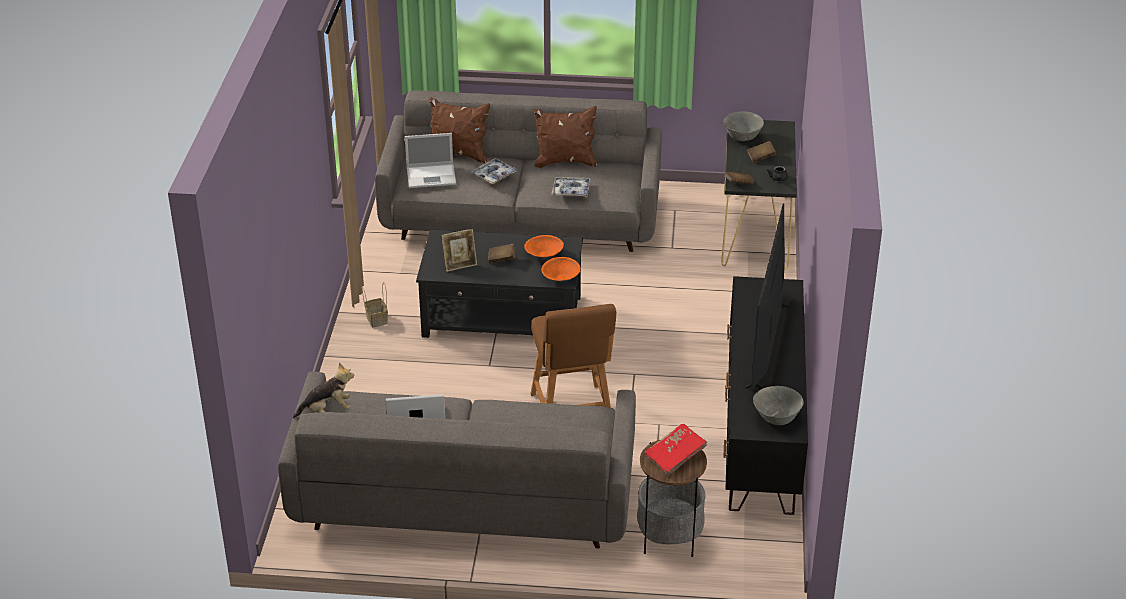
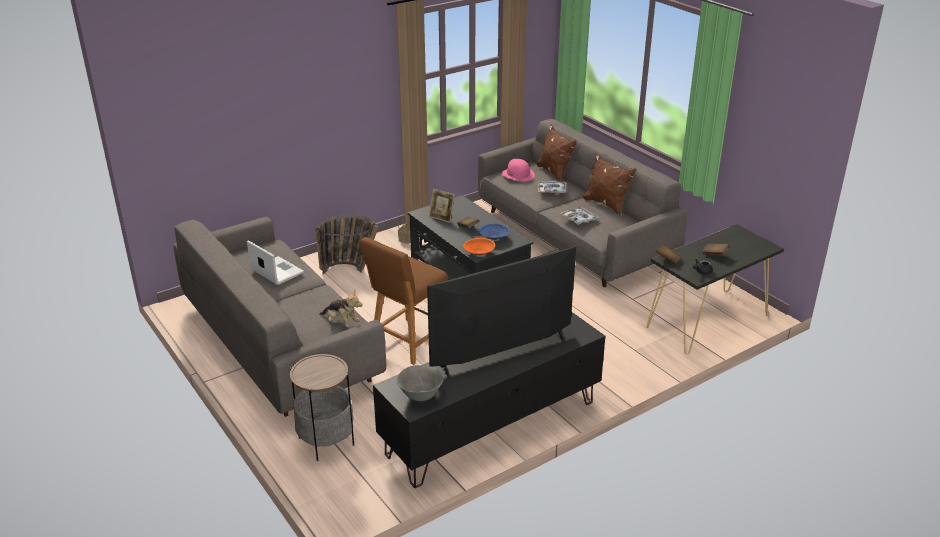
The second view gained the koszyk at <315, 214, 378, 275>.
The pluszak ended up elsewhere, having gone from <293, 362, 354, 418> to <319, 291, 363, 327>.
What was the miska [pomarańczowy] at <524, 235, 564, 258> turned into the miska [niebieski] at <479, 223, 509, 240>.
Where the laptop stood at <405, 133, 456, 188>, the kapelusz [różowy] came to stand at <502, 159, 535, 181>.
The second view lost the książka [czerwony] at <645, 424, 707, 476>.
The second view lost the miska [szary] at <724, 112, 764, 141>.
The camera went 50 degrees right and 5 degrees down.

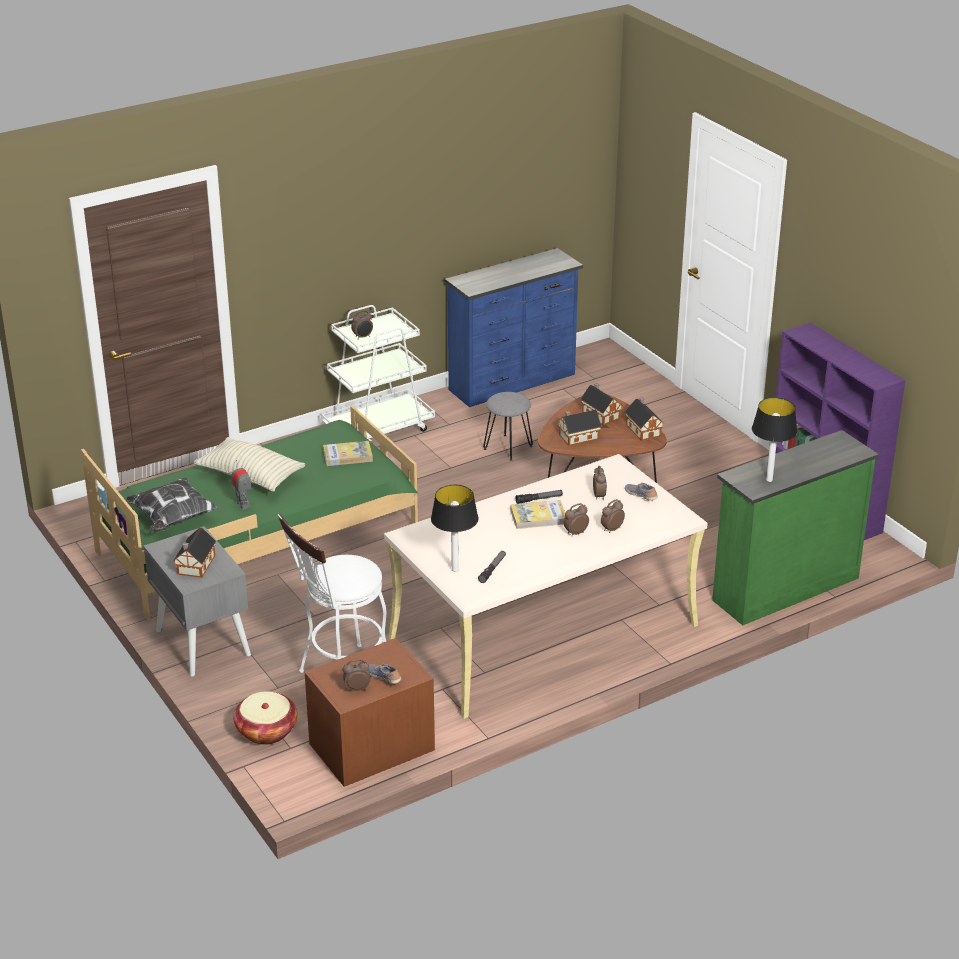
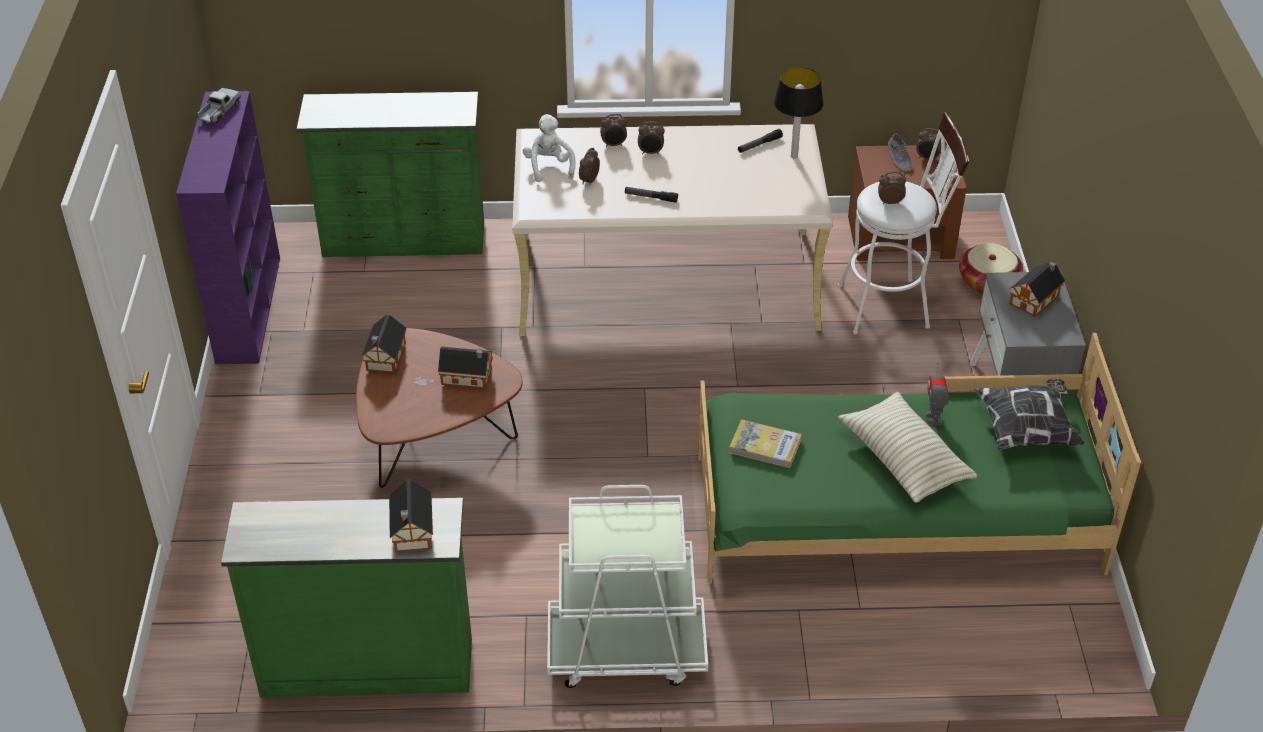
The second view gained the ciężarówka zabawkowa at <197, 88, 240, 123>.
What was the komoda [niebieski] at <445, 248, 583, 407> turned into the komoda [zielony] at <221, 498, 472, 697>.
The domek ended up elsewhere, having gone from <580, 383, 623, 426> to <389, 480, 433, 553>.
Where the but stood at <625, 483, 658, 501>, the pluszak [biały] came to stand at <523, 114, 576, 182>.
The budzik ended up elsewhere, having gone from <351, 310, 373, 339> to <878, 171, 906, 204>.
The second view lost the stołek [szary] at <483, 392, 533, 461>.
The second view lost the książka at <510, 500, 565, 529>.
The second view lost the lampa stołowa at <752, 398, 797, 482>.
The camera went 150 degrees left and 10 degrees up.

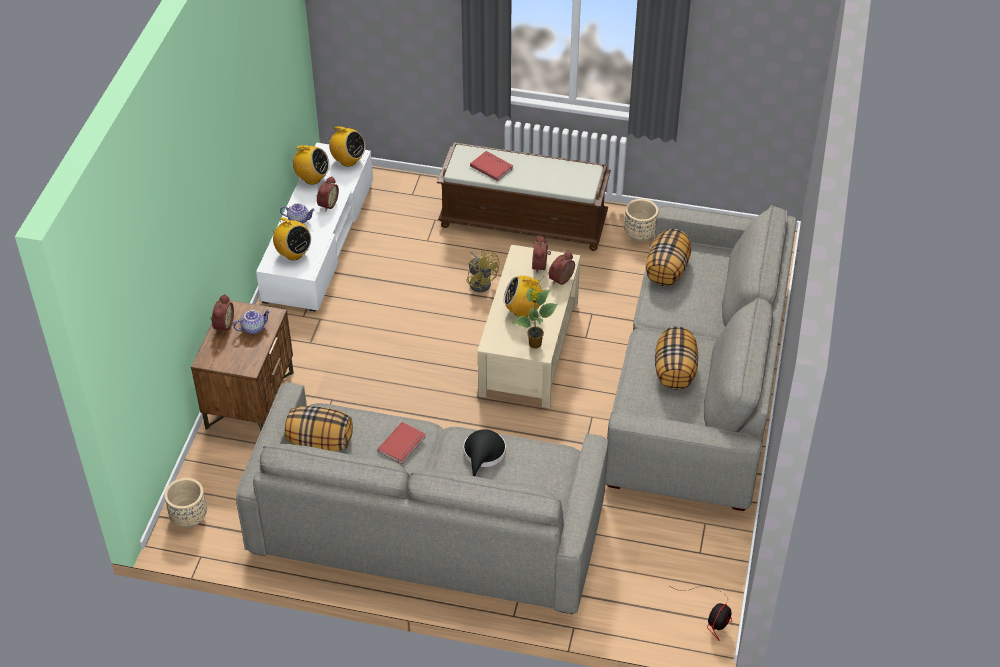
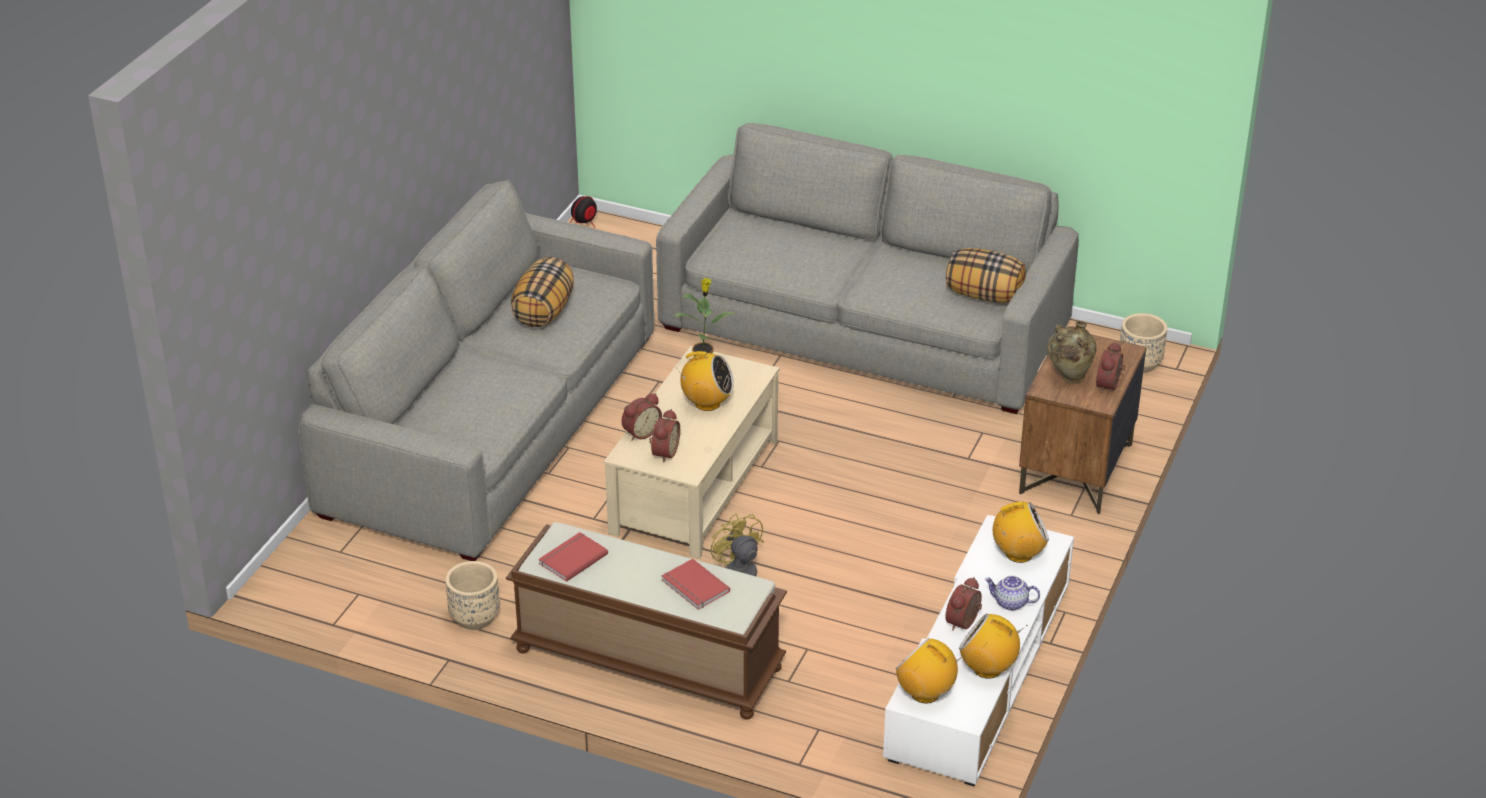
The książka [czerwony] ended up elsewhere, having gone from <377, 422, 426, 464> to <538, 532, 608, 582>.
The radio at <272, 218, 311, 260> ended up facing another way, 120 degrees clockwise from before.
Where the imbryk stood at <234, 310, 271, 334>, the wazon [beżowy] came to stand at <1047, 321, 1097, 384>.
The second view lost the kapelusz [czarny] at <464, 429, 506, 476>.
The second view lost the poduszka at <646, 229, 691, 286>.
The camera went 170 degrees left and 10 degrees down.

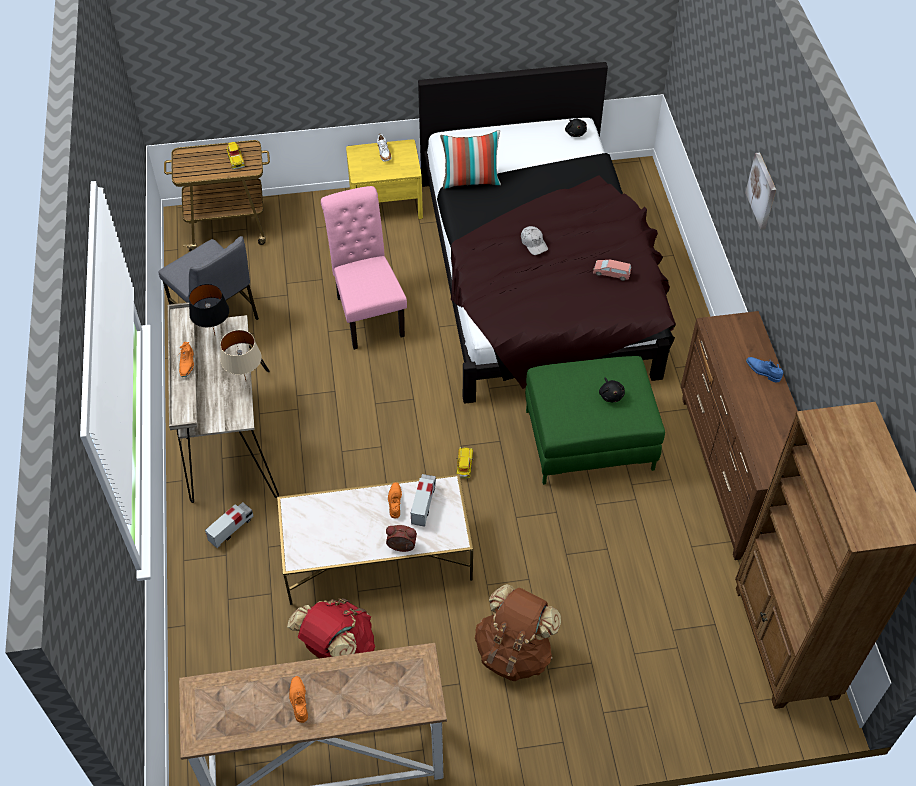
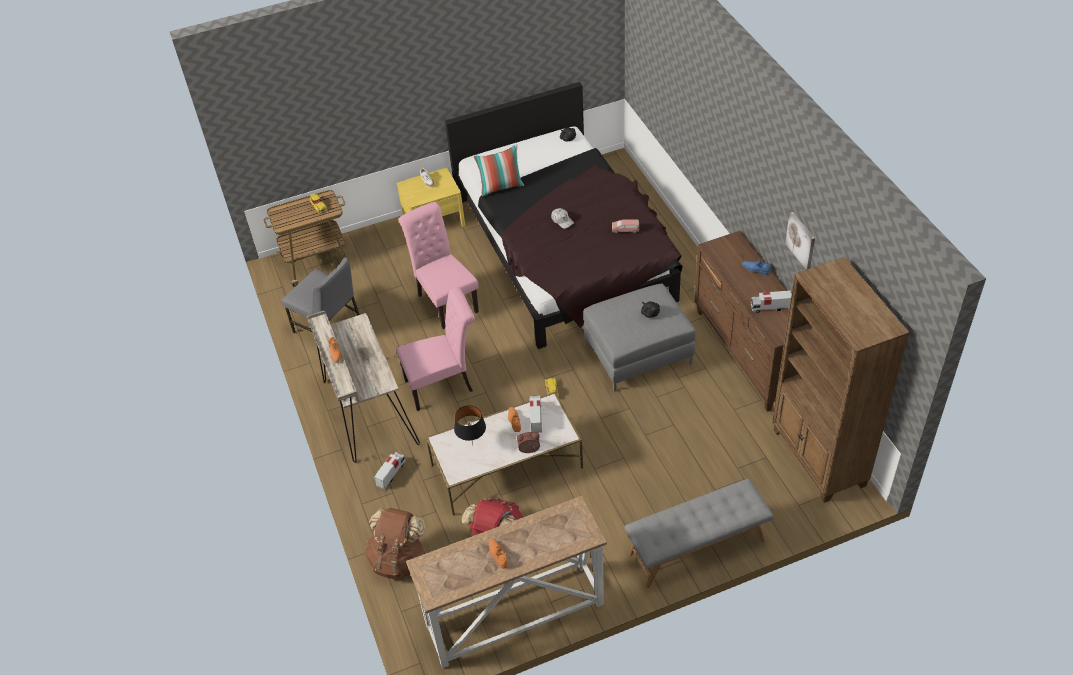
The plecak [brązowy] ended up elsewhere, having gone from <475, 584, 561, 681> to <365, 508, 425, 580>.
The second view gained the krzesło [różowy] at <396, 287, 475, 411>.
The lampa stołowa [czarny] ended up elsewhere, having gone from <189, 284, 229, 334> to <454, 405, 486, 445>.
What was the pufa [zielony] at <525, 356, 665, 485> turned into the pufa [szary] at <583, 284, 696, 392>.
The second view gained the ławka [szary] at <625, 479, 774, 588>.
The second view gained the ciężarówka zabawkowa at <750, 290, 792, 313>.
The obraz ended up elsewhere, having gone from <745, 152, 776, 230> to <785, 212, 815, 270>.
The second view lost the lampa stołowa [beżowy] at <220, 330, 262, 380>.
The camera went 10 degrees left and 5 degrees down.

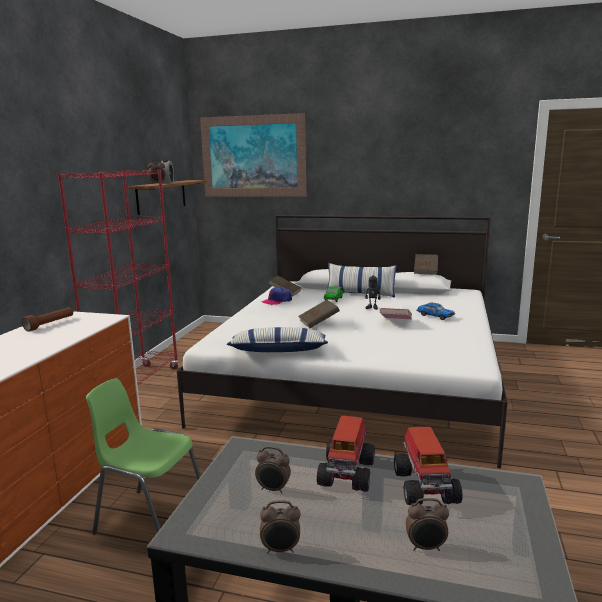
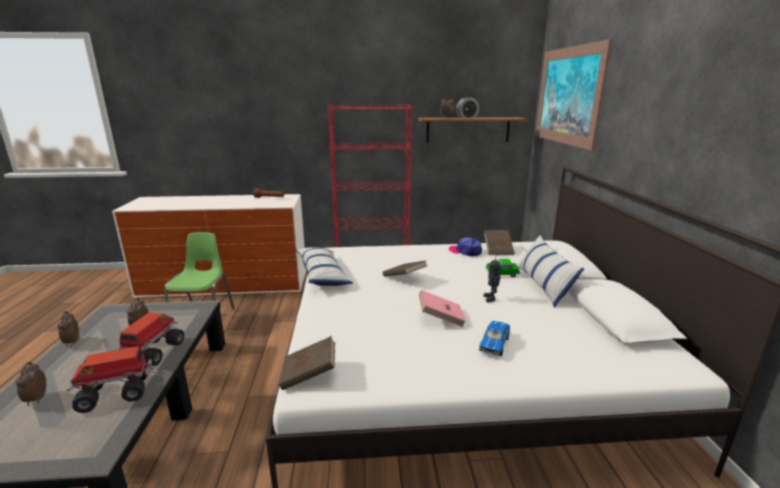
The ciężarówka zabawkowa at <317, 416, 375, 492> ended up facing another way, 105 degrees clockwise from before.
The książka [brązowy] ended up elsewhere, having gone from <414, 254, 438, 275> to <279, 336, 335, 390>.
The camera went 70 degrees right and 5 degrees up.

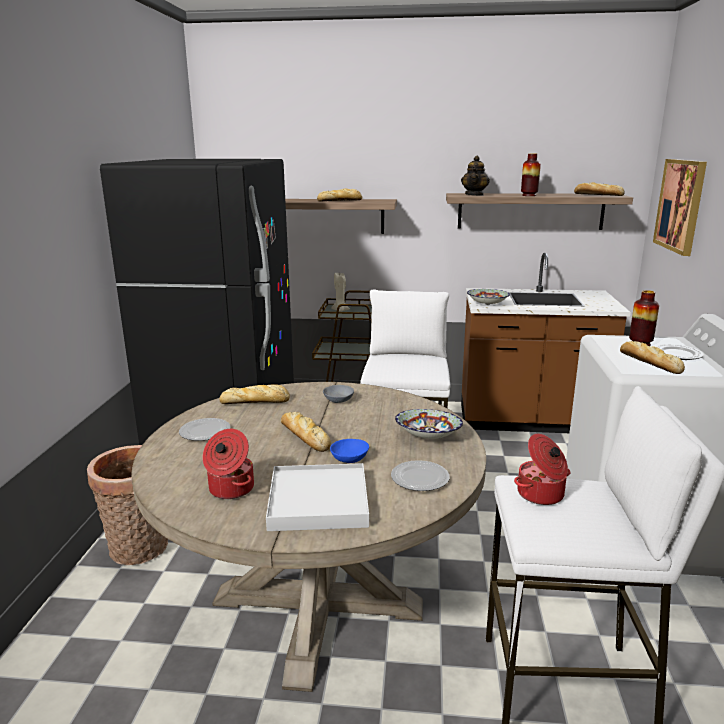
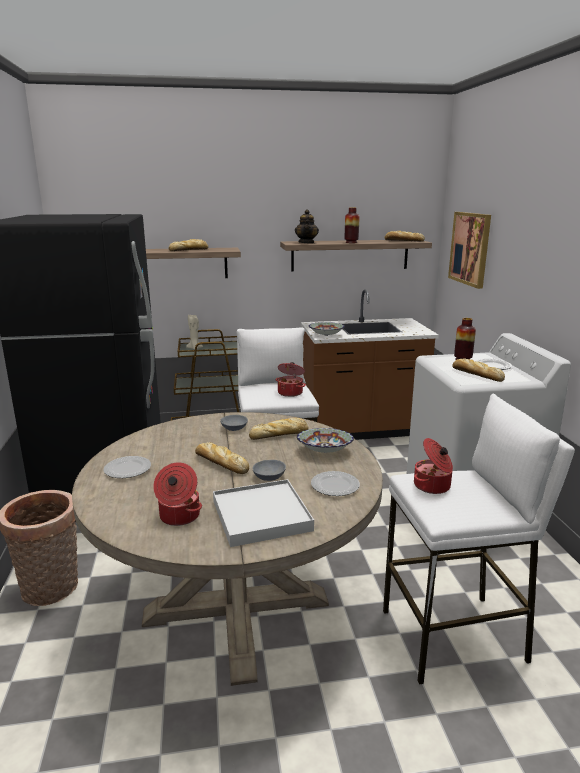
The chleb ended up elsewhere, having gone from <219, 385, 290, 404> to <249, 417, 309, 440>.
What was the miska [niebieski] at <330, 439, 369, 463> turned into the miska [szary] at <252, 460, 286, 481>.
The second view gained the garnek at <276, 362, 306, 397>.
The camera went 15 degrees left and 0 degrees up.

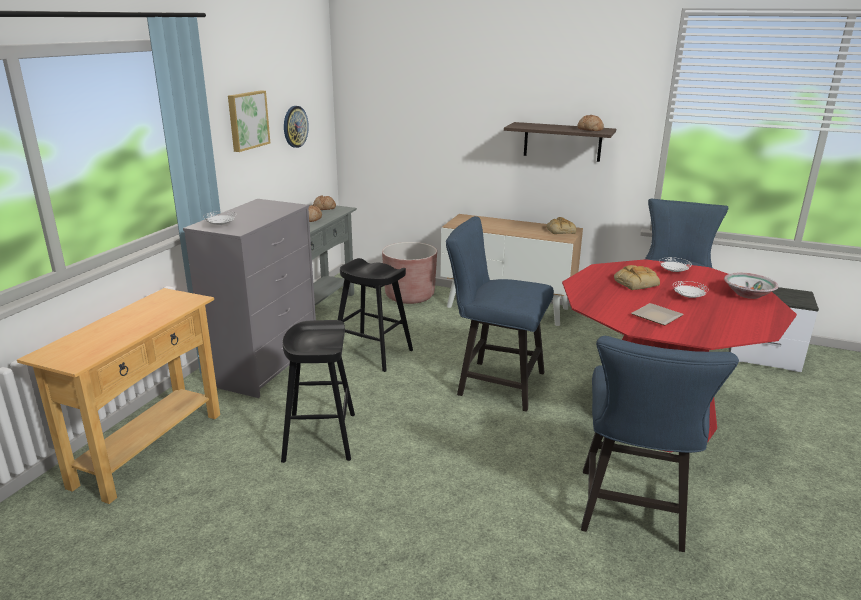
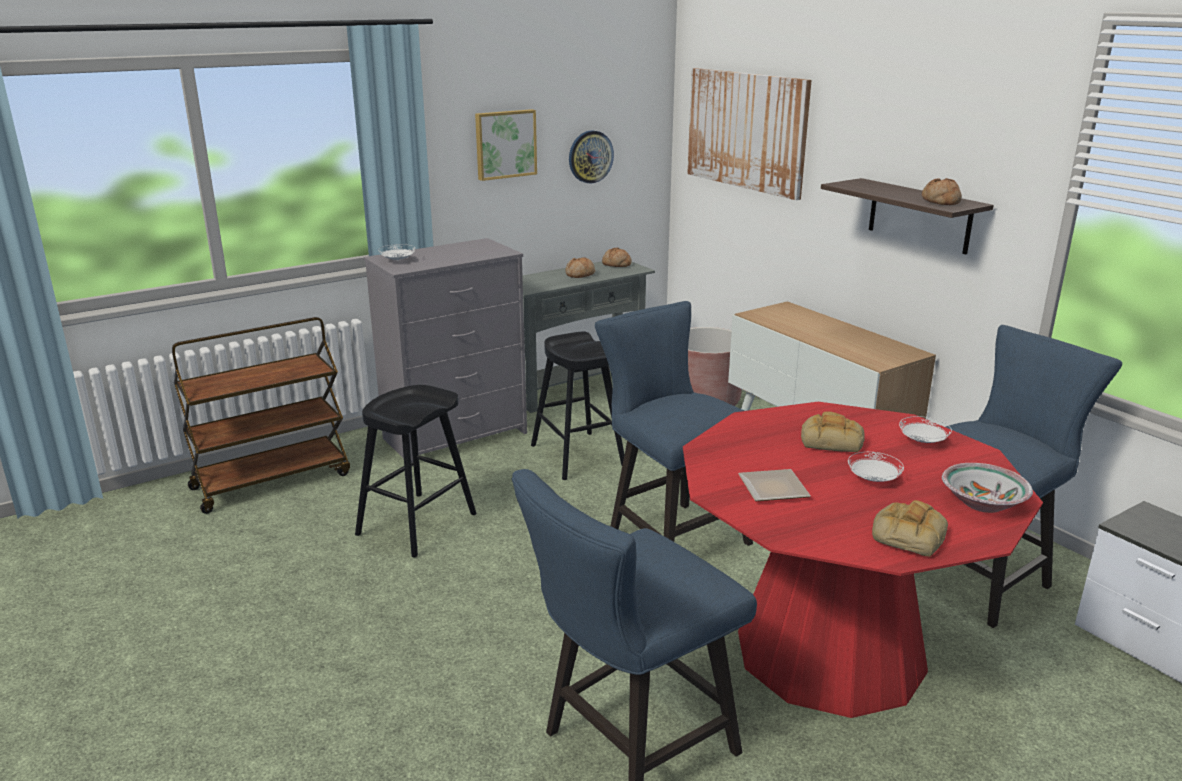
Where the stolik konsolowy [beżowy] stood at <17, 288, 220, 504>, the wózek [brązowy] came to stand at <172, 317, 350, 514>.
The second view gained the obraz at <687, 68, 812, 200>.
The chleb ended up elsewhere, having gone from <547, 217, 576, 234> to <872, 500, 948, 557>.
The camera went 35 degrees right and 0 degrees up.

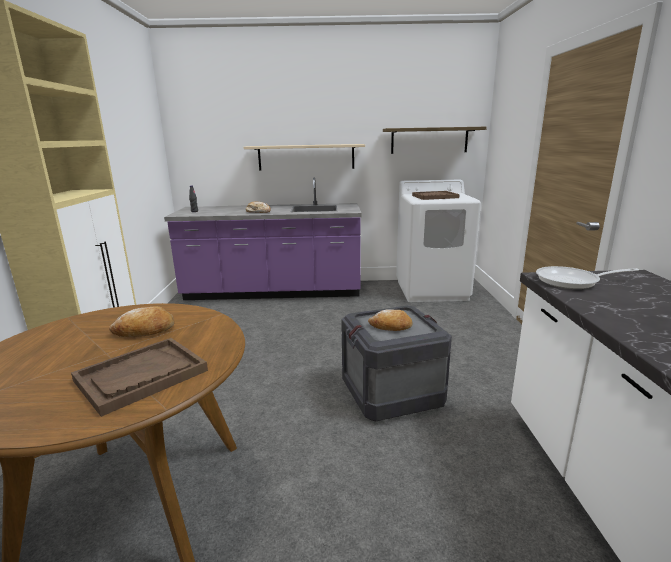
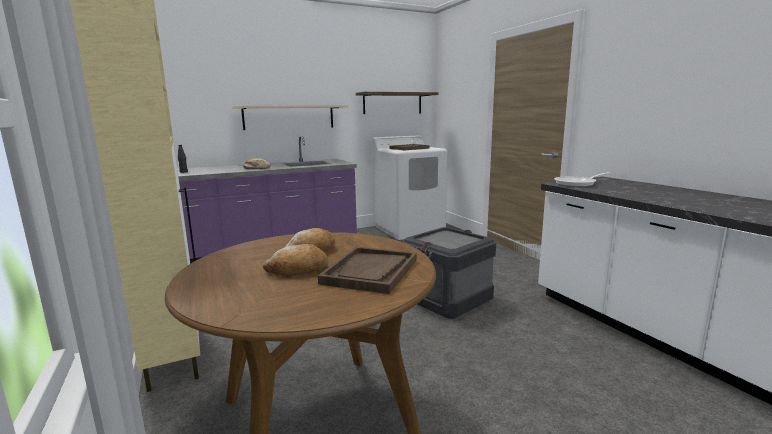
The chleb ended up elsewhere, having gone from <368, 309, 413, 331> to <263, 244, 328, 275>.
The camera went 25 degrees left and 5 degrees down.

